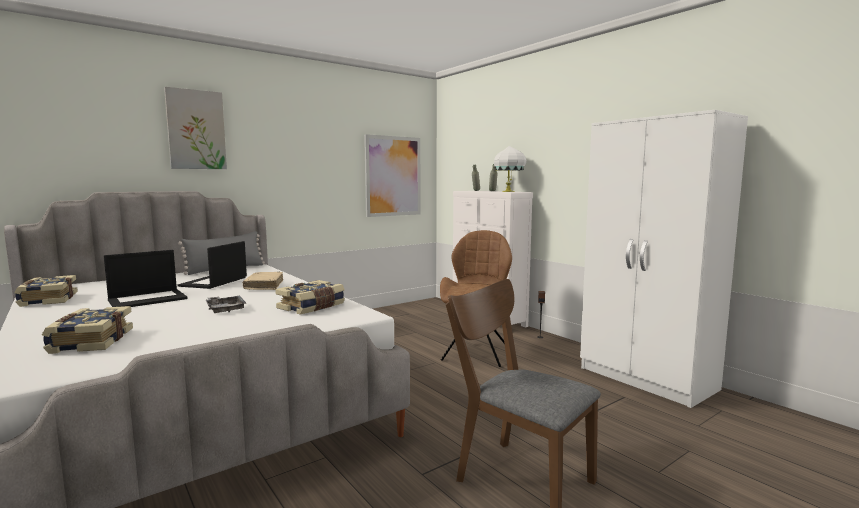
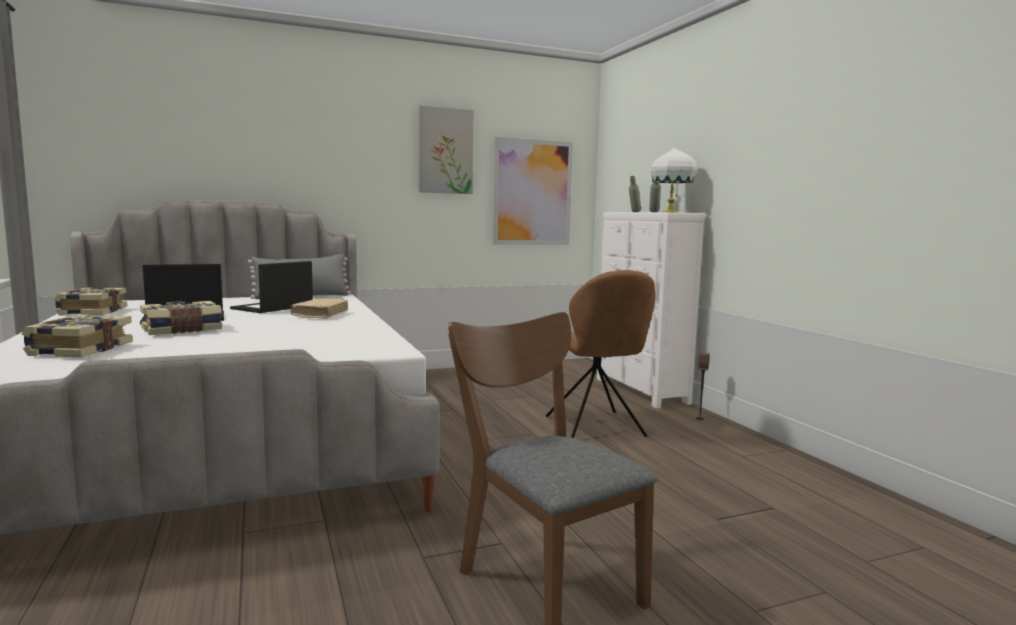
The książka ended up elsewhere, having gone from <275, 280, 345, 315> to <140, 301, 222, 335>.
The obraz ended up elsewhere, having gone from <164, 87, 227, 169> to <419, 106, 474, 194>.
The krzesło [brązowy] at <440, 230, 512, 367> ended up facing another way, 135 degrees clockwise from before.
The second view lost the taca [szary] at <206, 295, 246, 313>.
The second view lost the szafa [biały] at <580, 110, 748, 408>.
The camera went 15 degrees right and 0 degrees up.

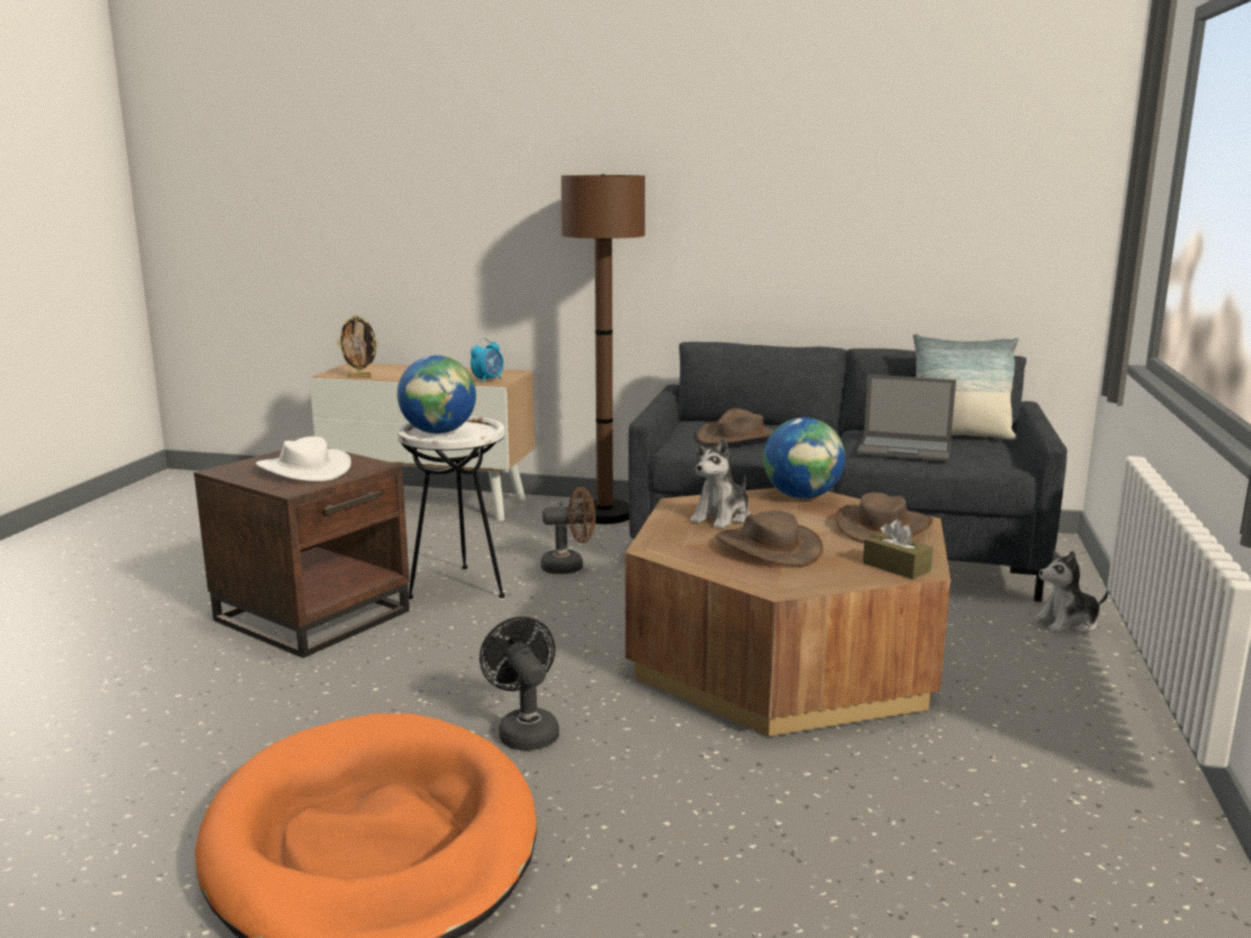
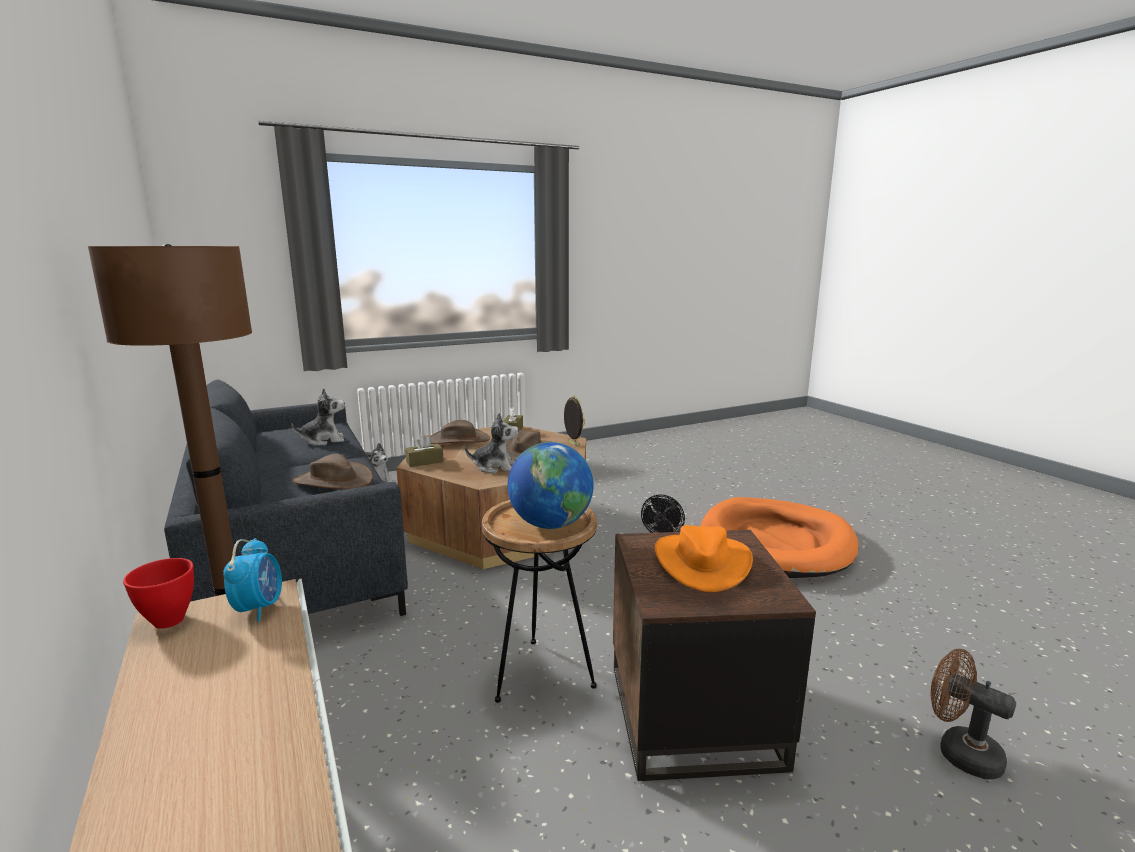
The second view gained the miska [czerwony] at <123, 558, 194, 629>.
The budzik at <470, 338, 504, 383> ended up facing another way, 90 degrees clockwise from before.
Where the laptop stood at <857, 375, 956, 461>, the pluszak came to stand at <291, 388, 345, 446>.
Where the globus stood at <763, 417, 845, 499>, the pudełko chusteczek [brązowy] came to stand at <405, 435, 444, 467>.
What was the stolik [biały] at <398, 416, 505, 599> turned into the stolik [brązowy] at <482, 500, 597, 703>.
The ramka na zdjęcie ended up elsewhere, having gone from <337, 315, 378, 378> to <564, 395, 585, 447>.
What was the kapelusz [biały] at <256, 436, 351, 481> turned into the kapelusz [pomarańczowy] at <655, 525, 753, 592>.
The wentylator [brązowy] ended up elsewhere, having gone from <541, 487, 596, 574> to <930, 649, 1016, 779>.
The second view lost the poduszka at <913, 334, 1018, 440>.
The camera went 130 degrees left and 0 degrees up.

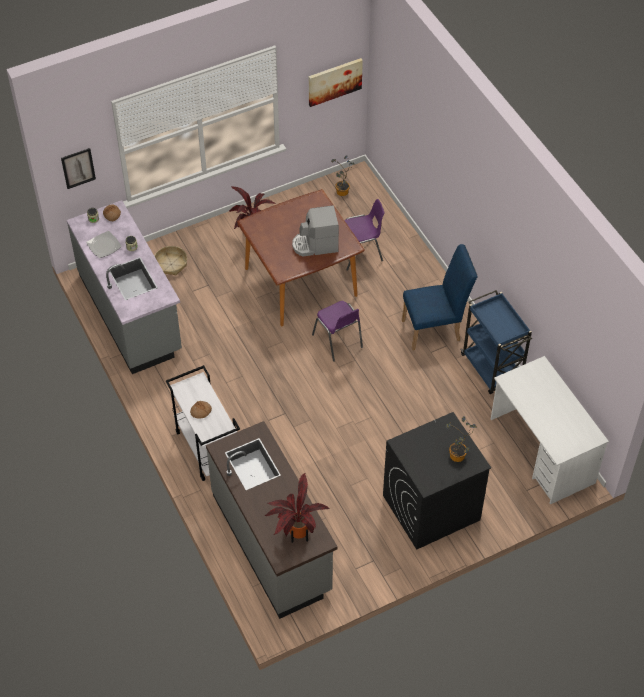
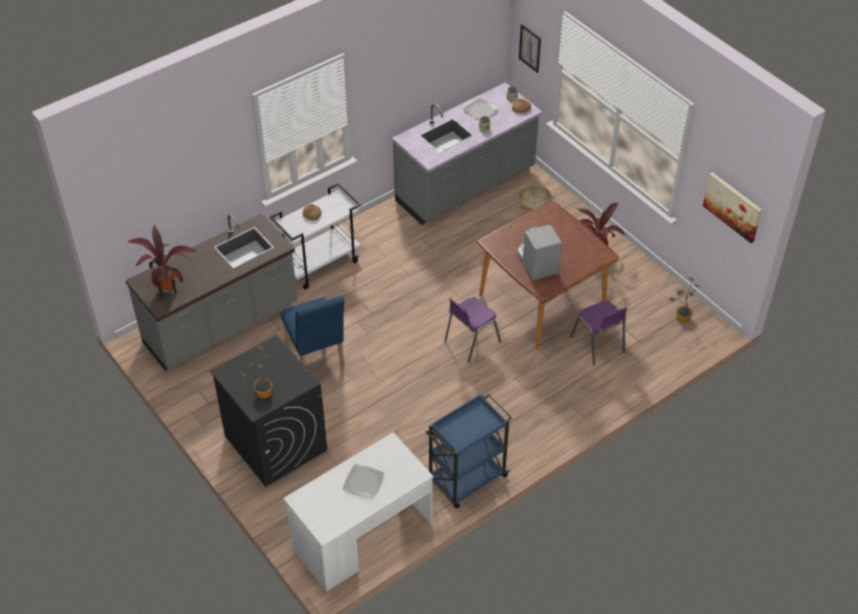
The krzesło [niebieski] ended up elsewhere, having gone from <402, 244, 478, 350> to <281, 296, 345, 367>.
The second view gained the talerz at <343, 464, 384, 498>.
The camera went 80 degrees right and 5 degrees down.

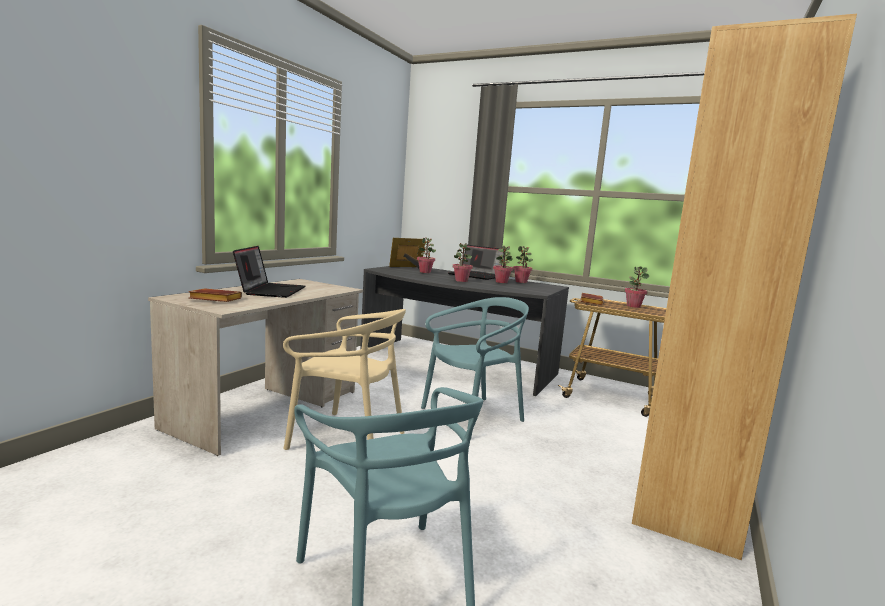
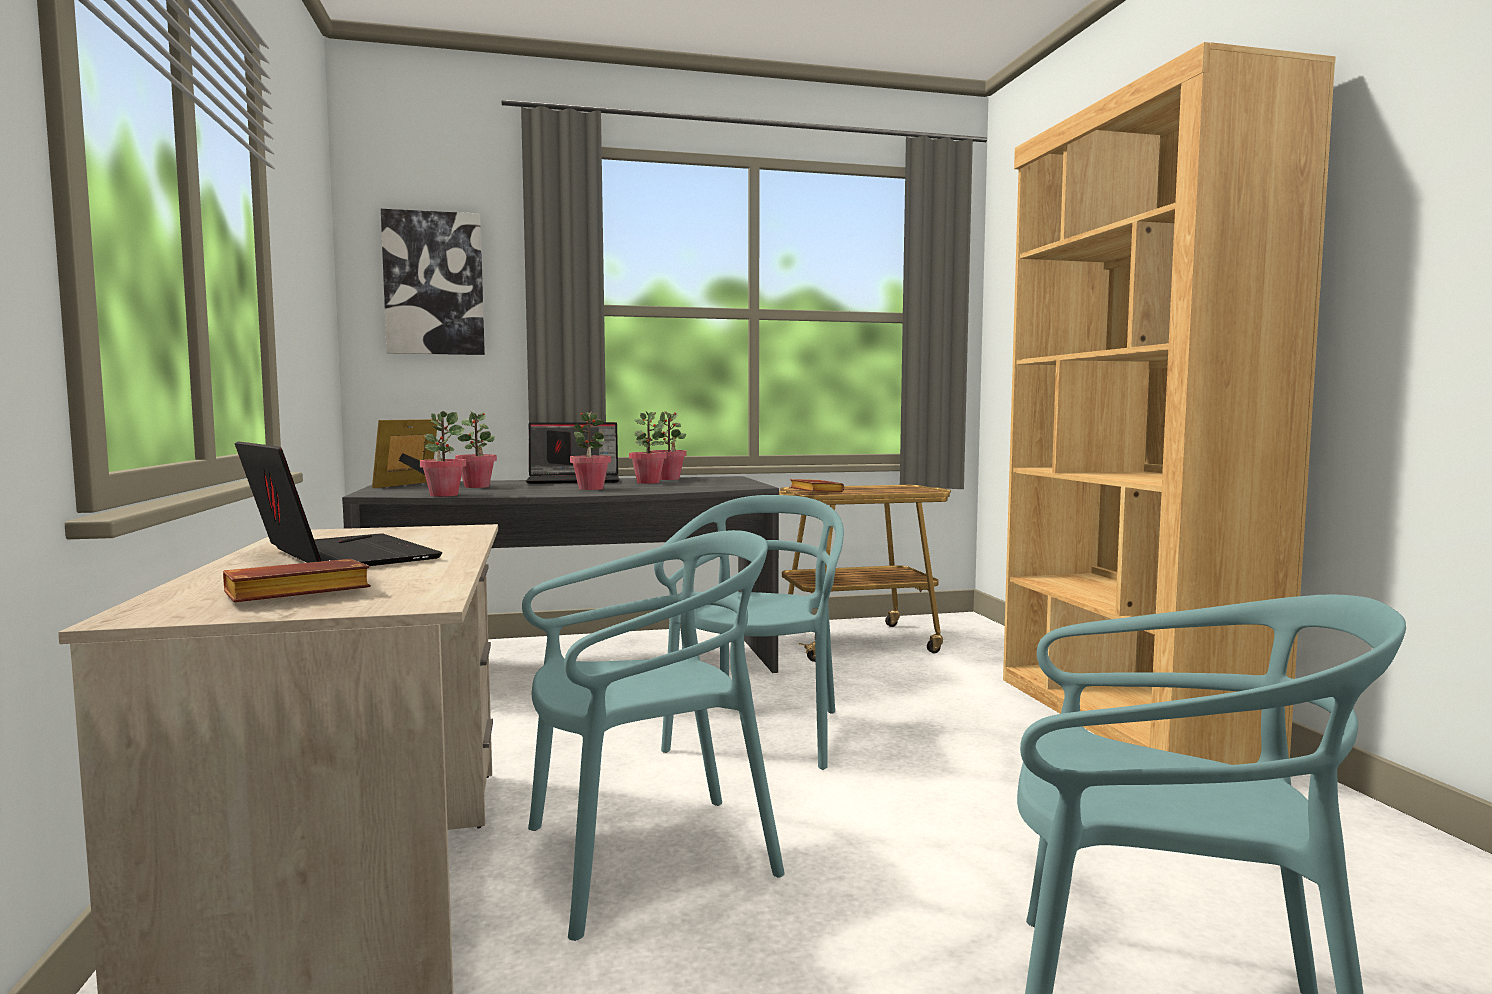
The second view gained the obraz at <381, 209, 485, 355>.
The roślina doniczkowa ended up elsewhere, having gone from <625, 266, 650, 308> to <420, 411, 466, 497>.
What was the krzesło [beżowy] at <283, 309, 406, 450> turned into the krzesło [turkusowy] at <522, 530, 785, 941>.
The camera went 40 degrees left and 5 degrees down.

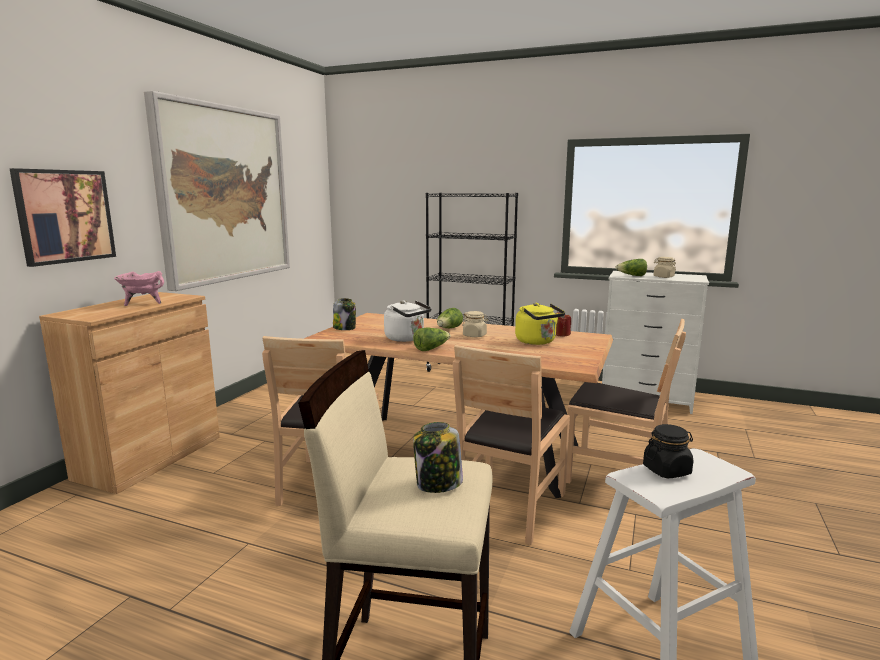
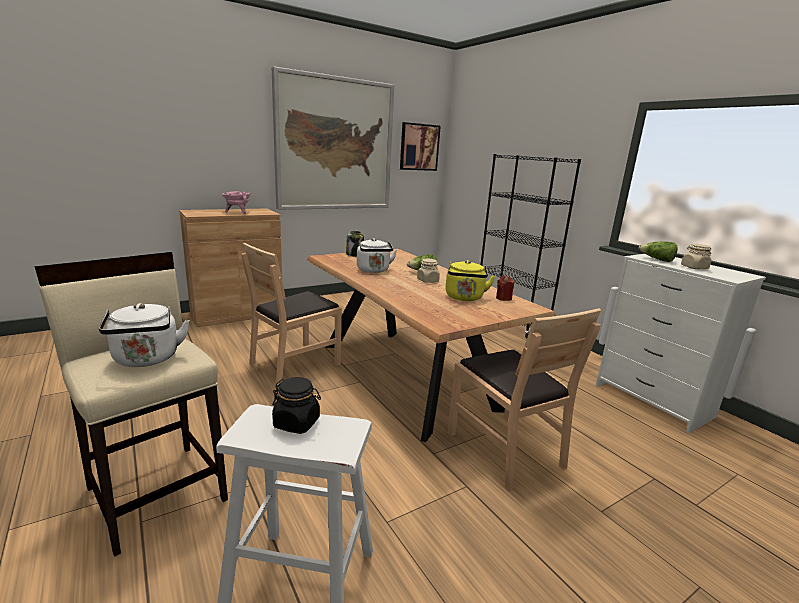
Where the słoik stood at <413, 422, 463, 493>, the czajnik [biały] came to stand at <99, 303, 190, 367>.
The obraz ended up elsewhere, having gone from <9, 168, 116, 267> to <400, 122, 441, 171>.
The second view lost the sałata at <413, 328, 451, 351>.
The second view lost the krzesło [brązowy] at <453, 345, 570, 545>.
The camera went 35 degrees right and 5 degrees up.

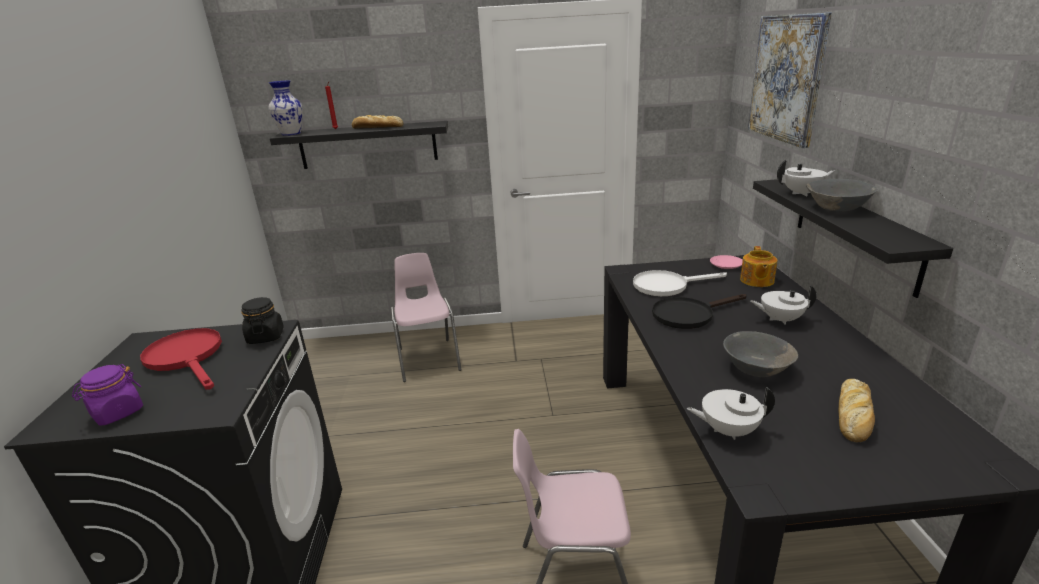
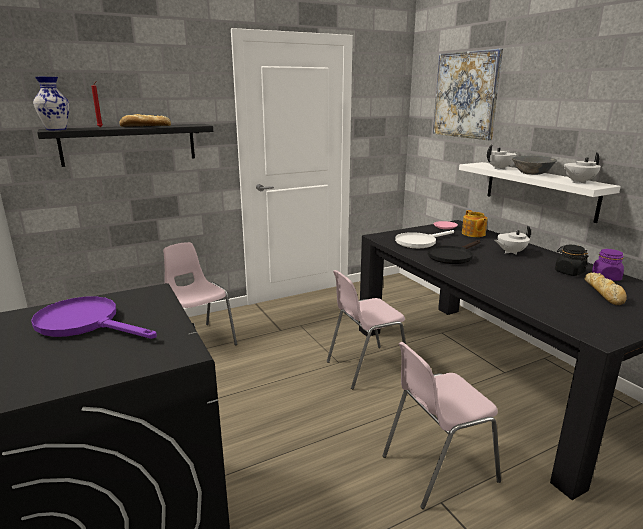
What was the patelnia [czerwony] at <140, 328, 222, 390> turned into the patelnia [fioletowy] at <31, 296, 157, 339>.
The second view gained the krzesło [różowy] at <327, 270, 406, 390>.
What was the półka [czarny] at <753, 179, 953, 298> turned into the półka [biały] at <459, 162, 621, 223>.
The słoik [czarny] ended up elsewhere, having gone from <241, 297, 284, 344> to <555, 245, 589, 276>.
The imbryk [biały] ended up elsewhere, having gone from <687, 387, 775, 440> to <564, 152, 601, 184>.
The słoik [fioletowy] ended up elsewhere, having gone from <72, 364, 143, 426> to <592, 249, 624, 281>.
The second view lost the miska [szary] at <723, 331, 798, 377>.
The camera went 25 degrees left and 5 degrees down.

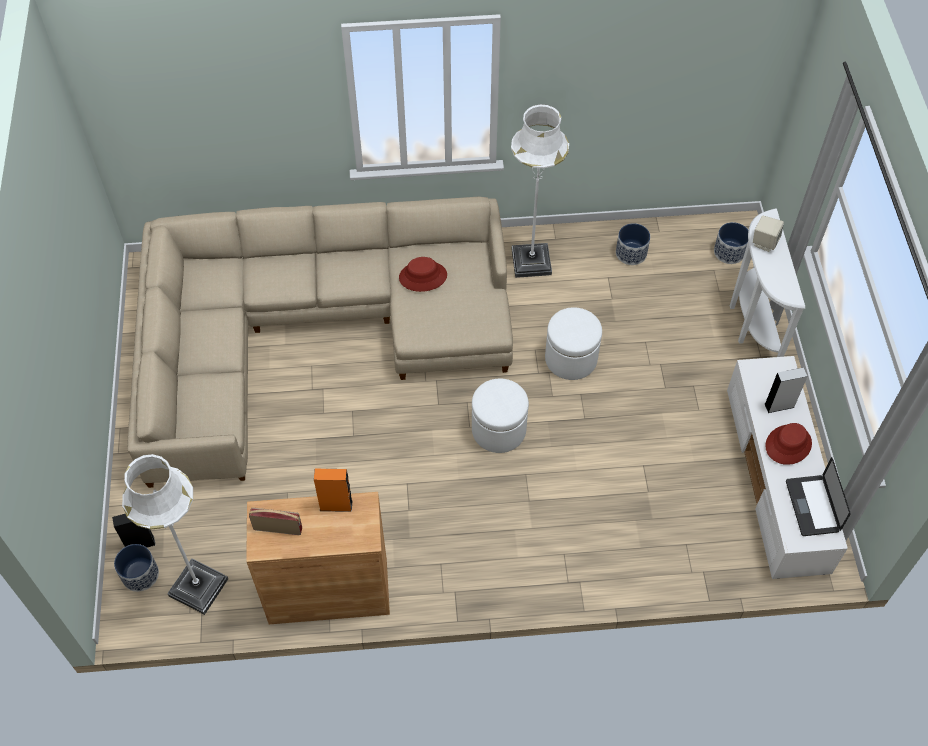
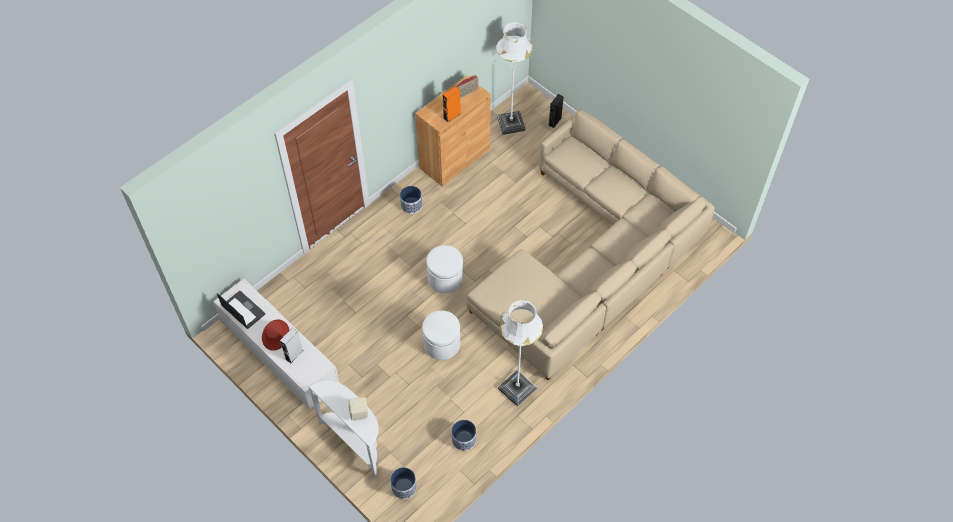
The donica ended up elsewhere, having gone from <114, 544, 159, 592> to <400, 186, 422, 214>.
The second view lost the kapelusz [czerwony] at <399, 257, 447, 292>.
The camera went 140 degrees right and 0 degrees up.

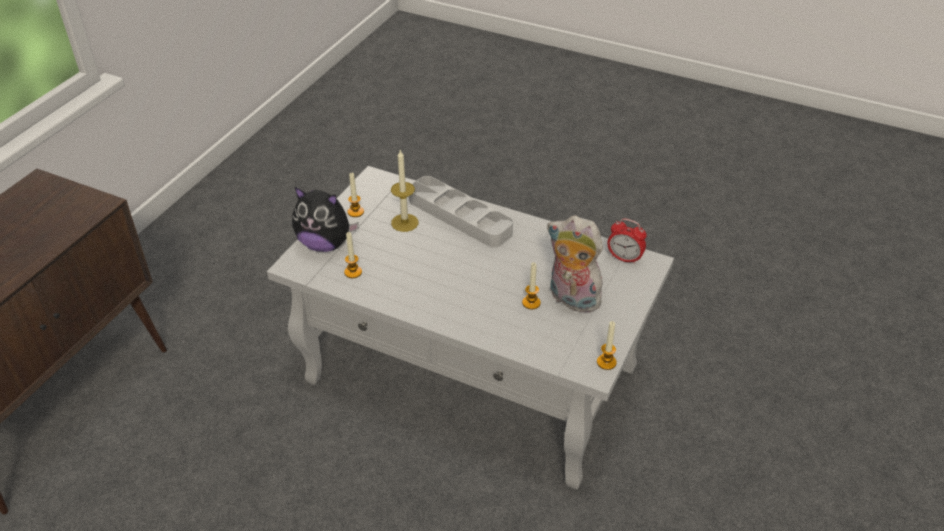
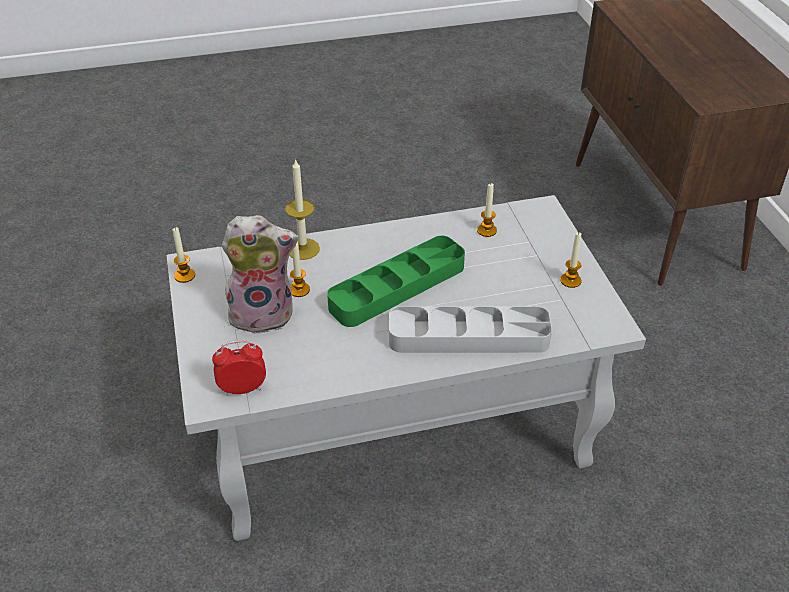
The świeca ended up elsewhere, having gone from <391, 150, 419, 232> to <285, 158, 320, 260>.
The second view gained the taca [zielony] at <327, 236, 465, 327>.
The second view lost the pluszak at <292, 186, 359, 252>.
The camera went 140 degrees right and 0 degrees up.

